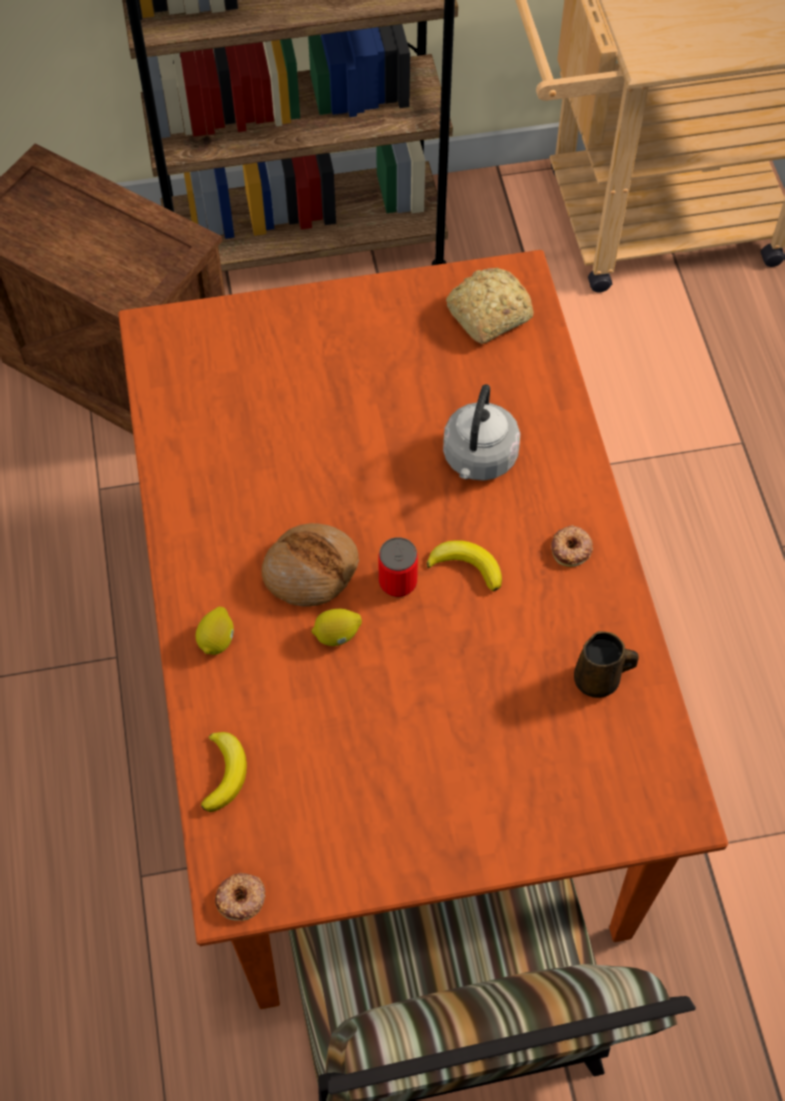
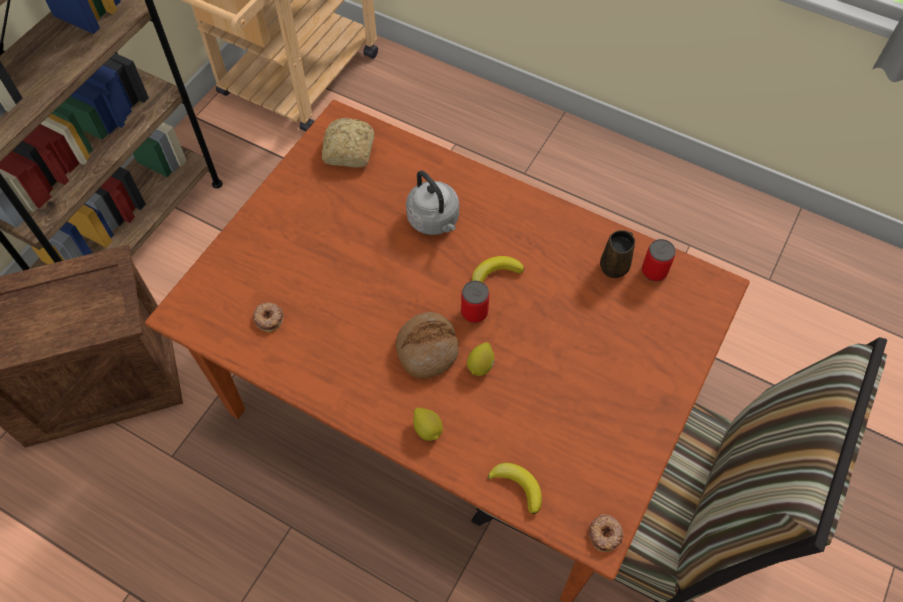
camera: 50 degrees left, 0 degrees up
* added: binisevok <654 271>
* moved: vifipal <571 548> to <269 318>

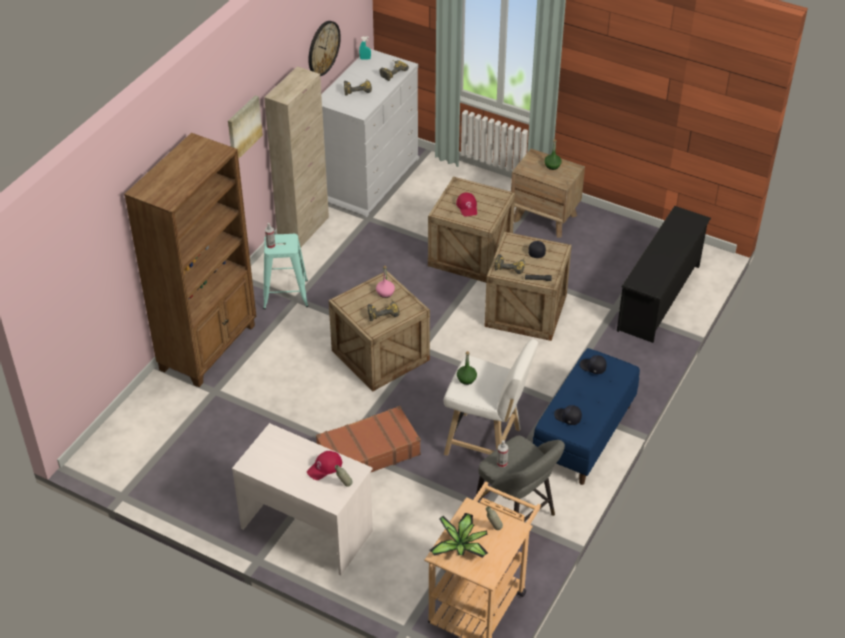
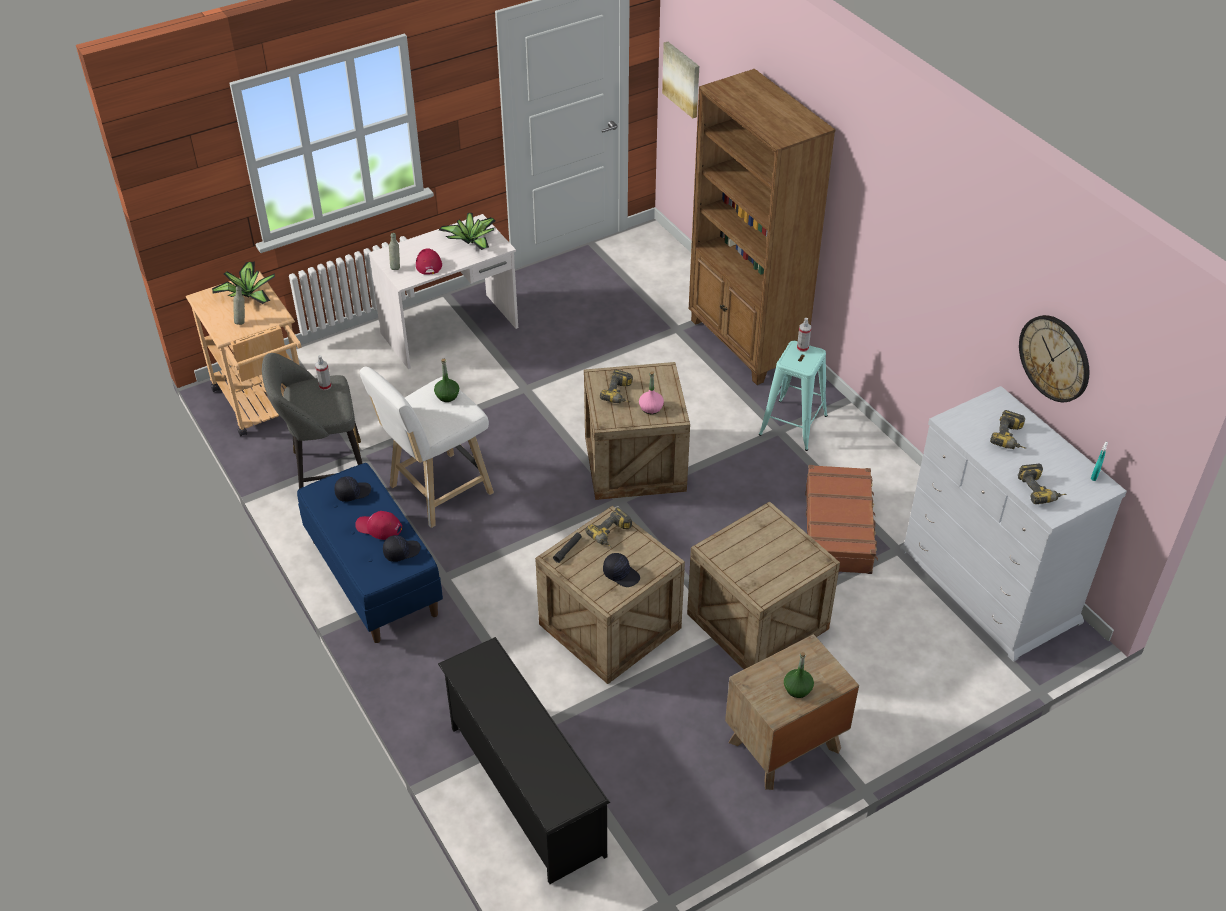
camera: 120 degrees right, 0 degrees up
* removed: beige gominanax <303 229>
* added: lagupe <471 241>
* moved: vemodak <243 127> to <682 79>
* moved: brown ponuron <368 452> to <839 528>
* moved: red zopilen <467 207> to <379 528>

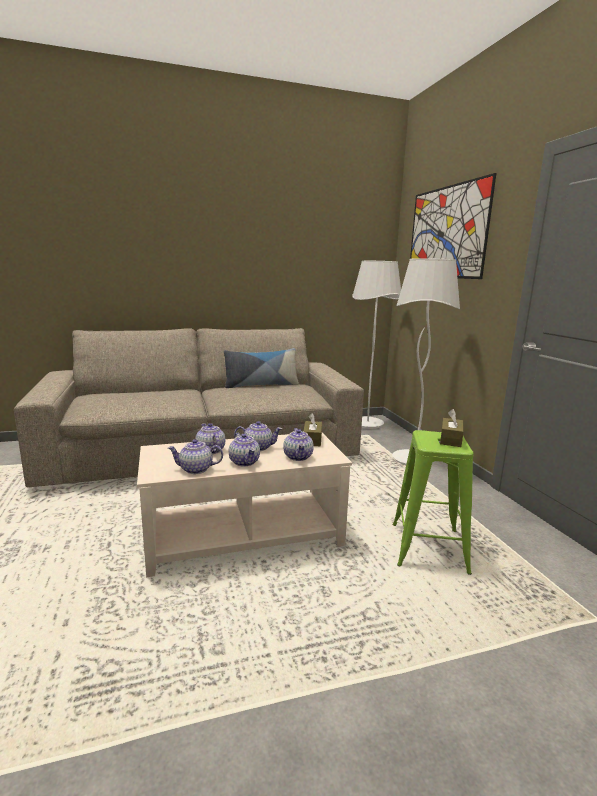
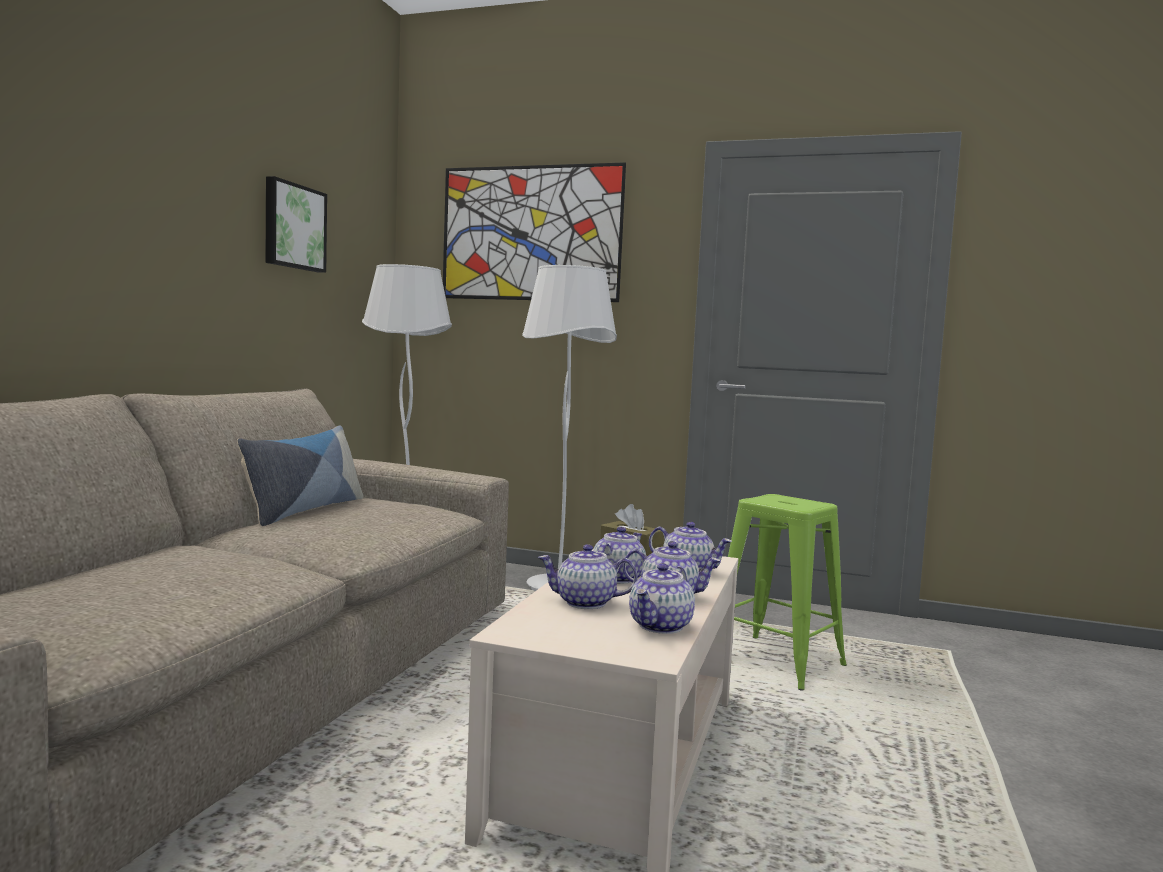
camera: 55 degrees left, 10 degrees down
* removed: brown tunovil <450 439>
* added: vemodak <293 227>

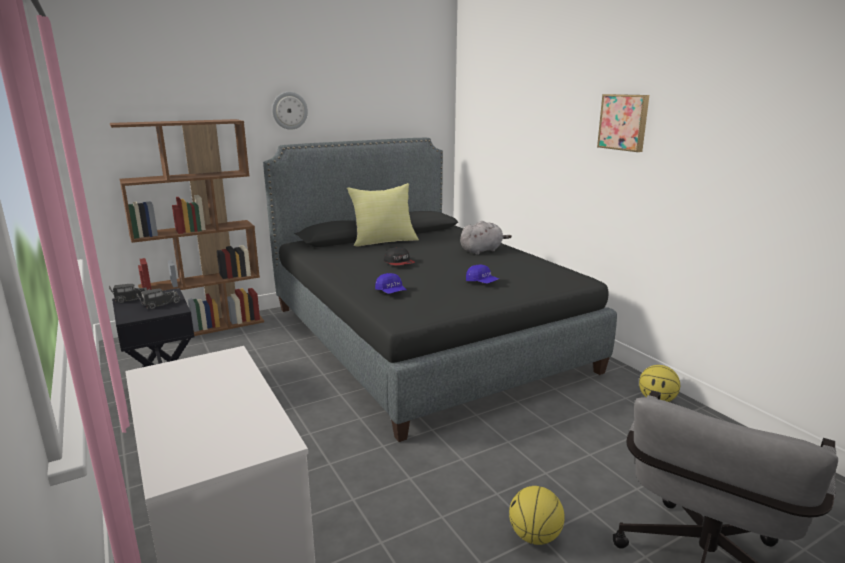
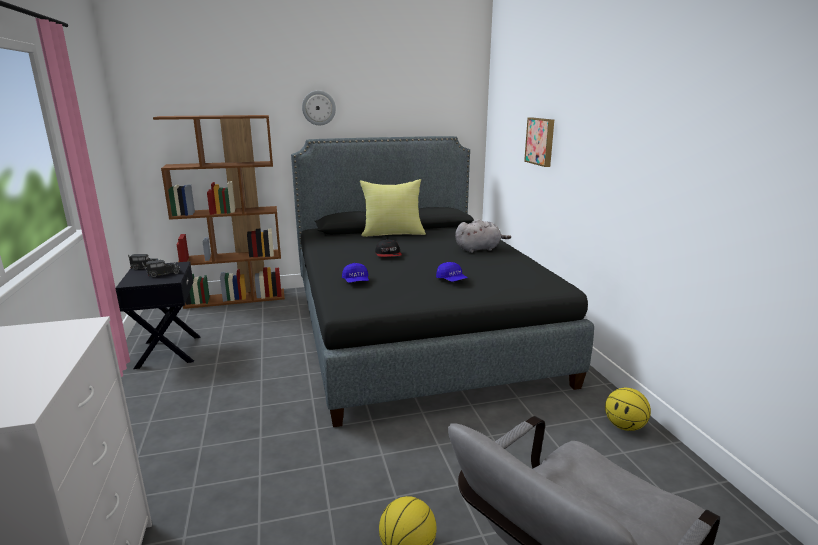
camera: 15 degrees right, 0 degrees up
* moved: vemodak <624 122> to <541 141>

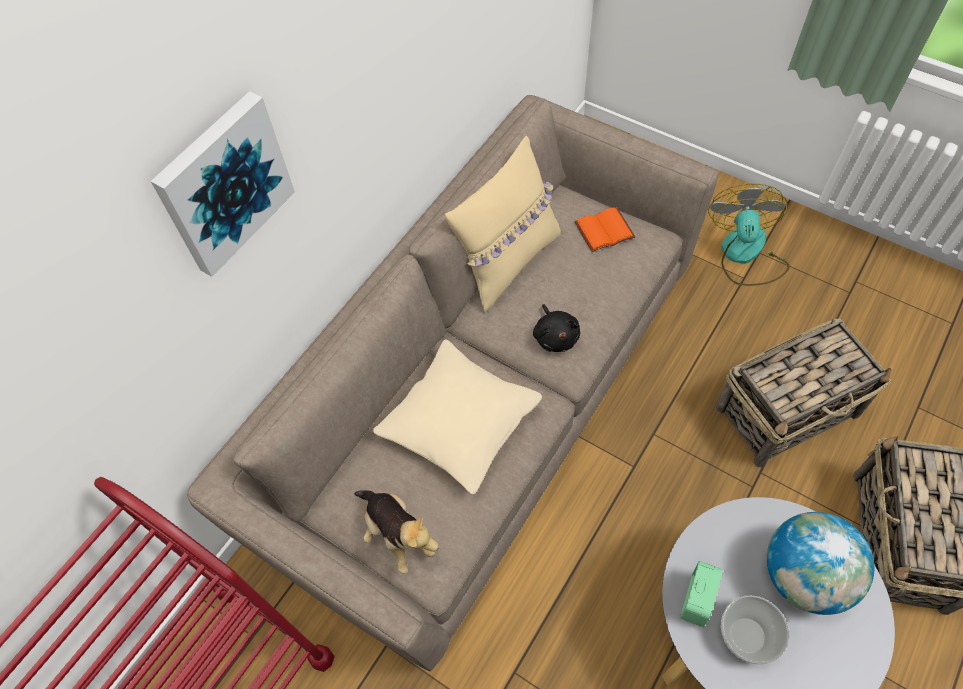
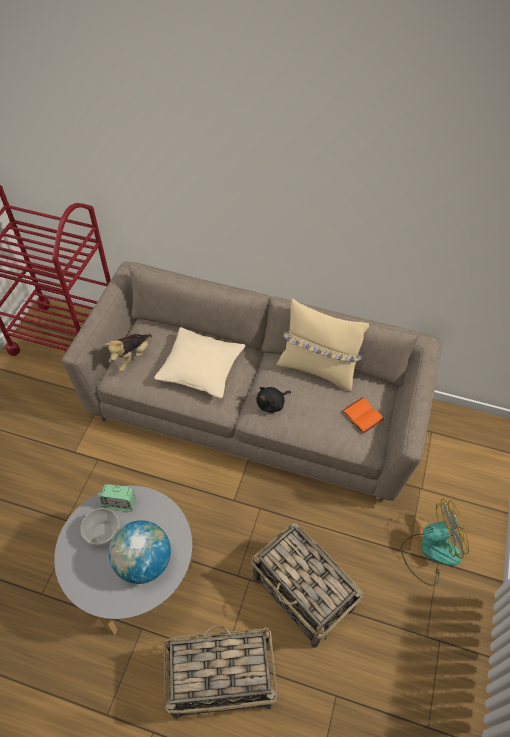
camera: 70 degrees right, 5 degrees down
* removed: vemodak <223 183>

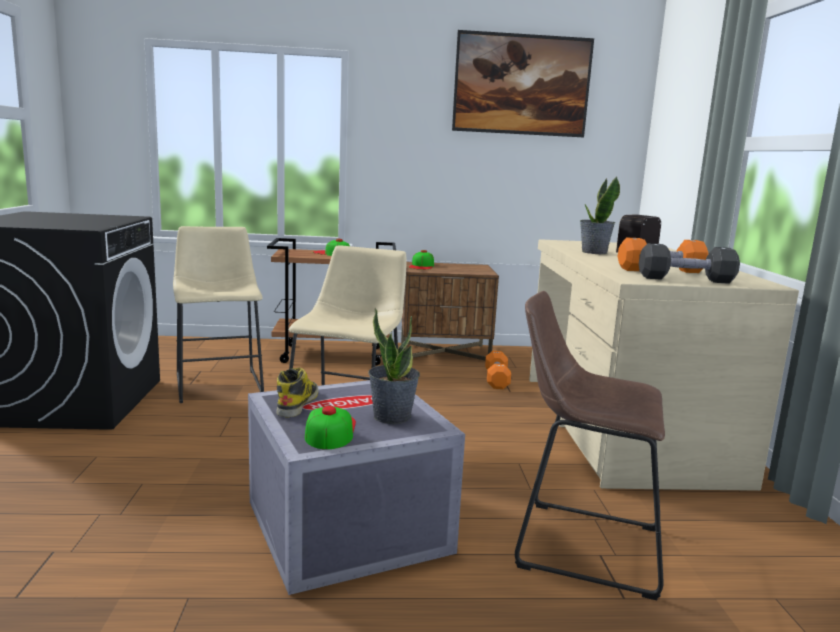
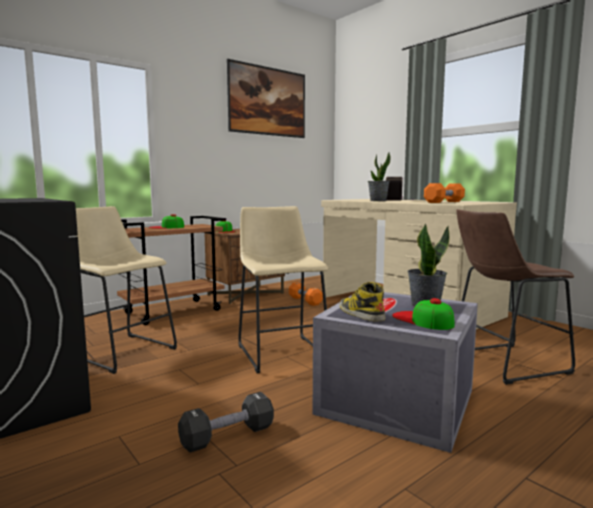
camera: 35 degrees left, 5 degrees down
* moved: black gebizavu <685 279> to <227 436>

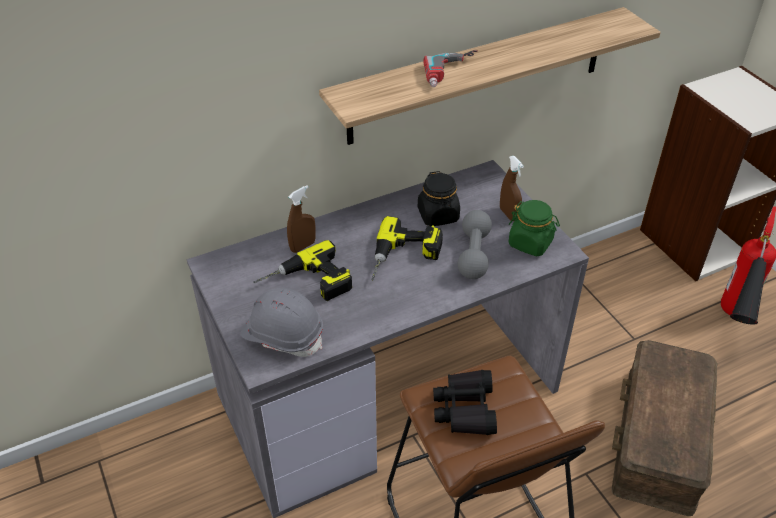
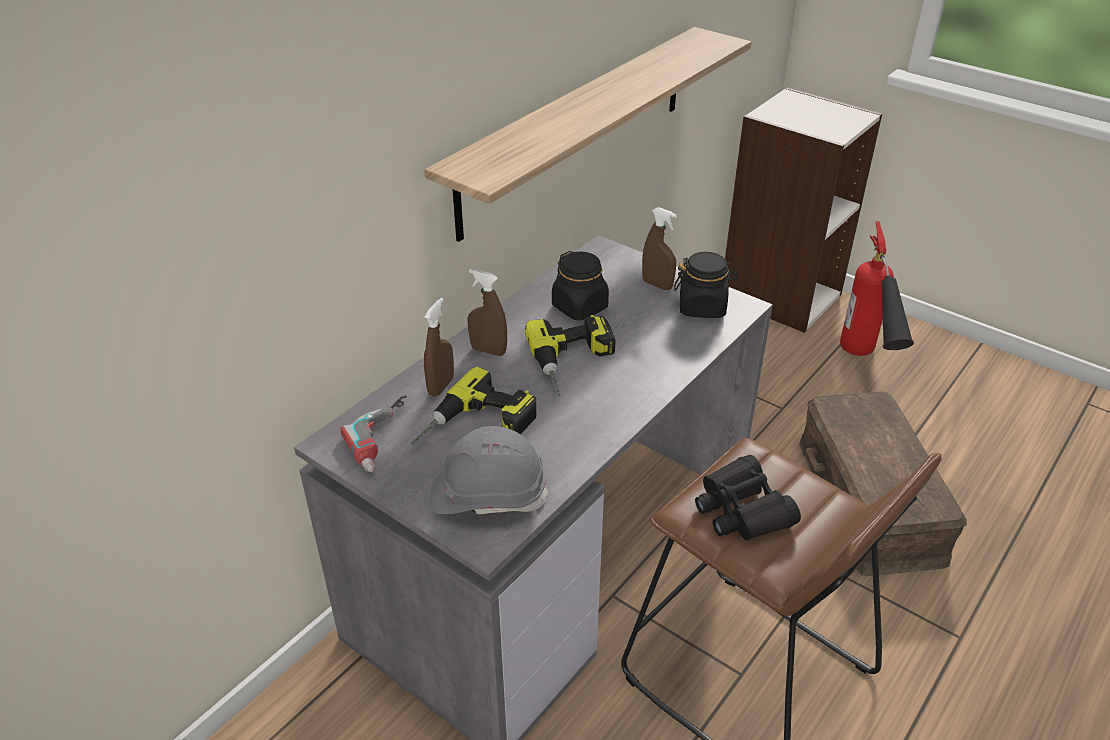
camera: 25 degrees left, 5 degrees down
* removed: grey gebizavu <473 254>
* added: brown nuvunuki <488 350>
* moved: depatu <453 73> to <387 438>
* recoloured: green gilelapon <530 243> to black gilelapon <702 307>

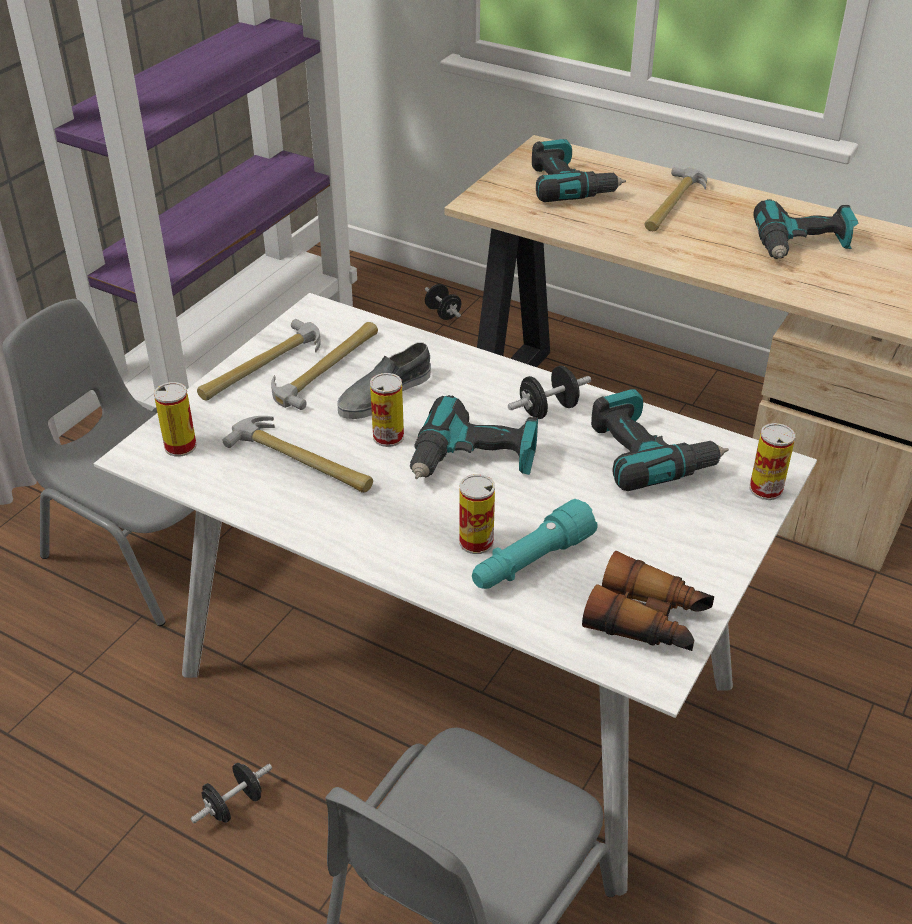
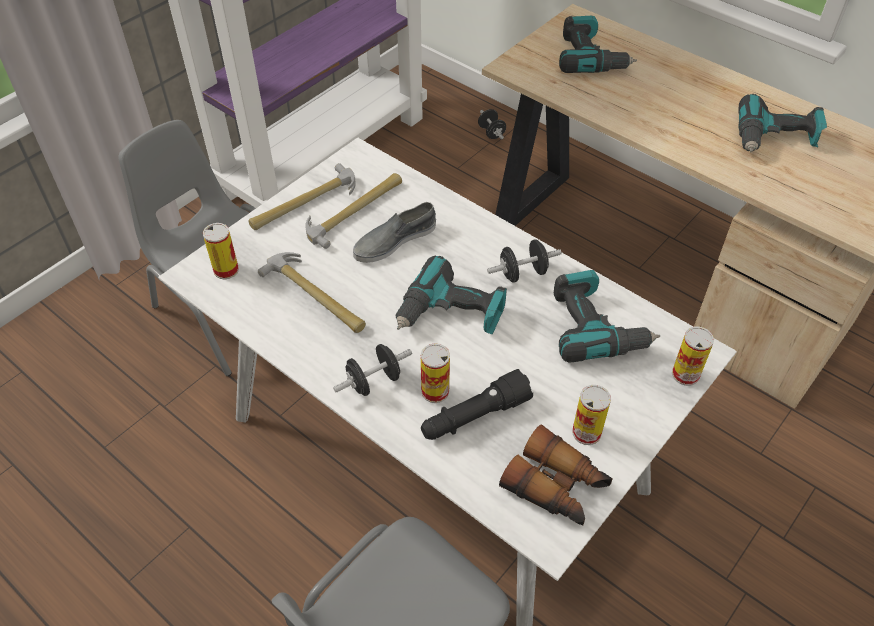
camera: 10 degrees right, 10 degrees up
* removed: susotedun <671 204>
* moved: black gebizavu <234 805> to <374 381>
* moved: binisevok <388 437> to <586 432>
* recoloured: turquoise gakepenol <531 562> to black gakepenol <474 417>

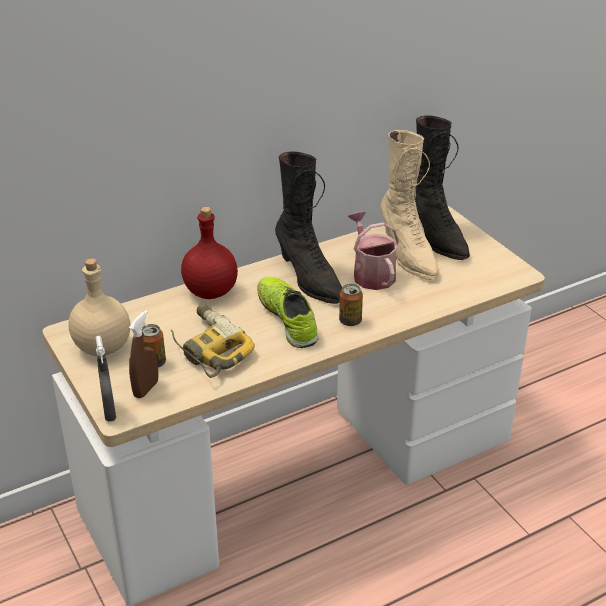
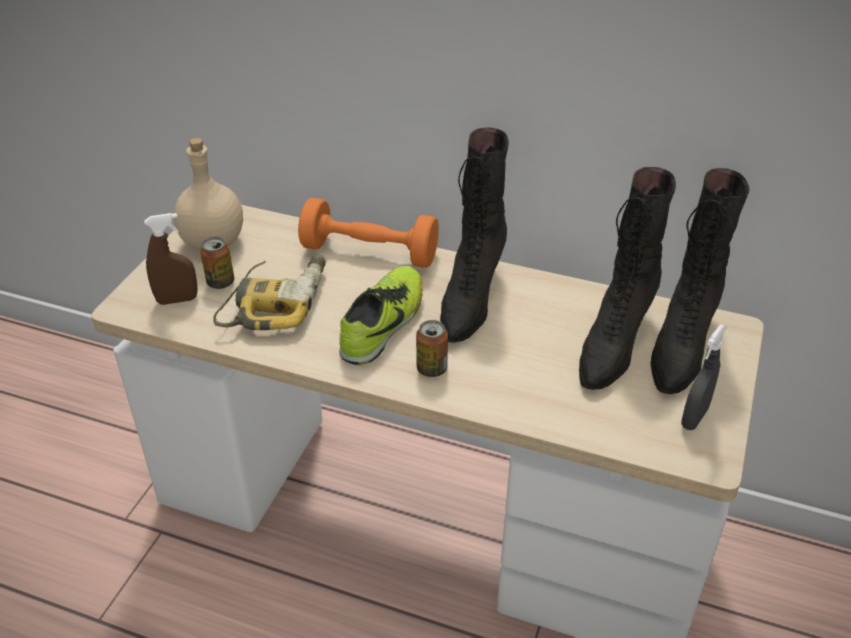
camera: 50 degrees right, 5 degrees up
* removed: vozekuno <371 274>
* moved: grey nuvunuki <109 411> to <694 418>
* replaced: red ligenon <211 291> to orange gebizavu <369 253>
* recoloured: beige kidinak <408 255> to black kidinak <613 345>

